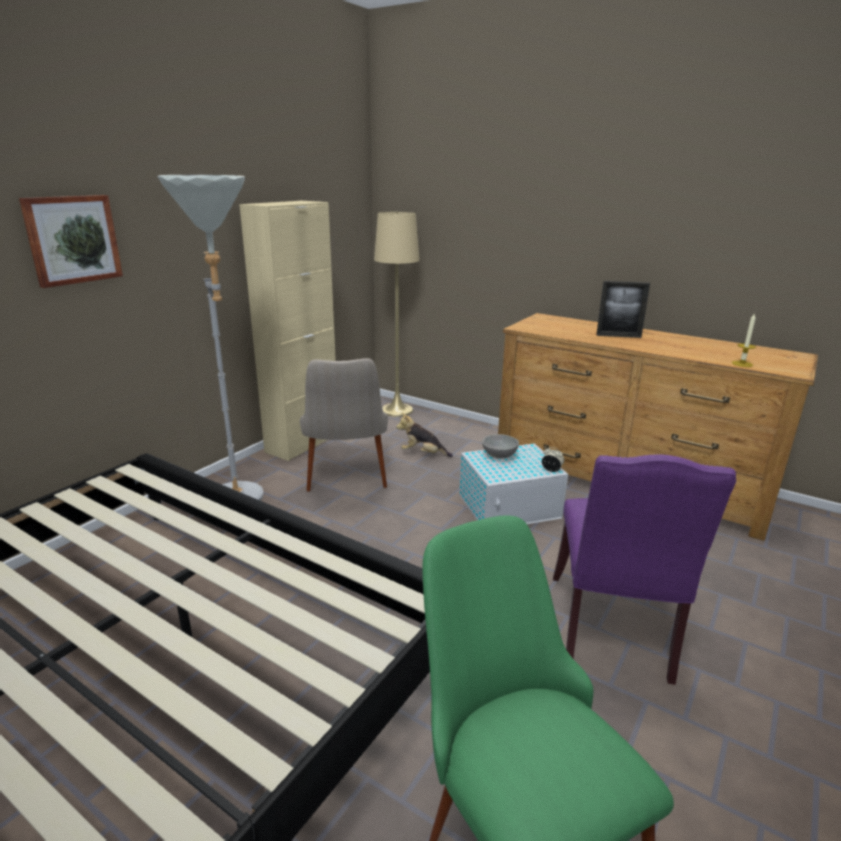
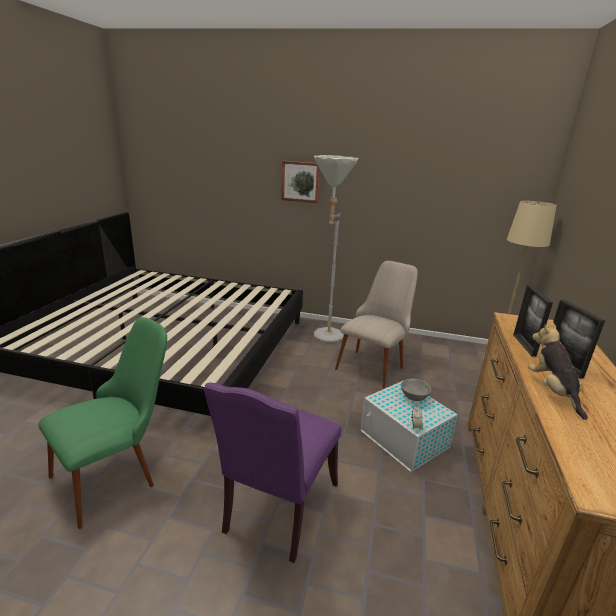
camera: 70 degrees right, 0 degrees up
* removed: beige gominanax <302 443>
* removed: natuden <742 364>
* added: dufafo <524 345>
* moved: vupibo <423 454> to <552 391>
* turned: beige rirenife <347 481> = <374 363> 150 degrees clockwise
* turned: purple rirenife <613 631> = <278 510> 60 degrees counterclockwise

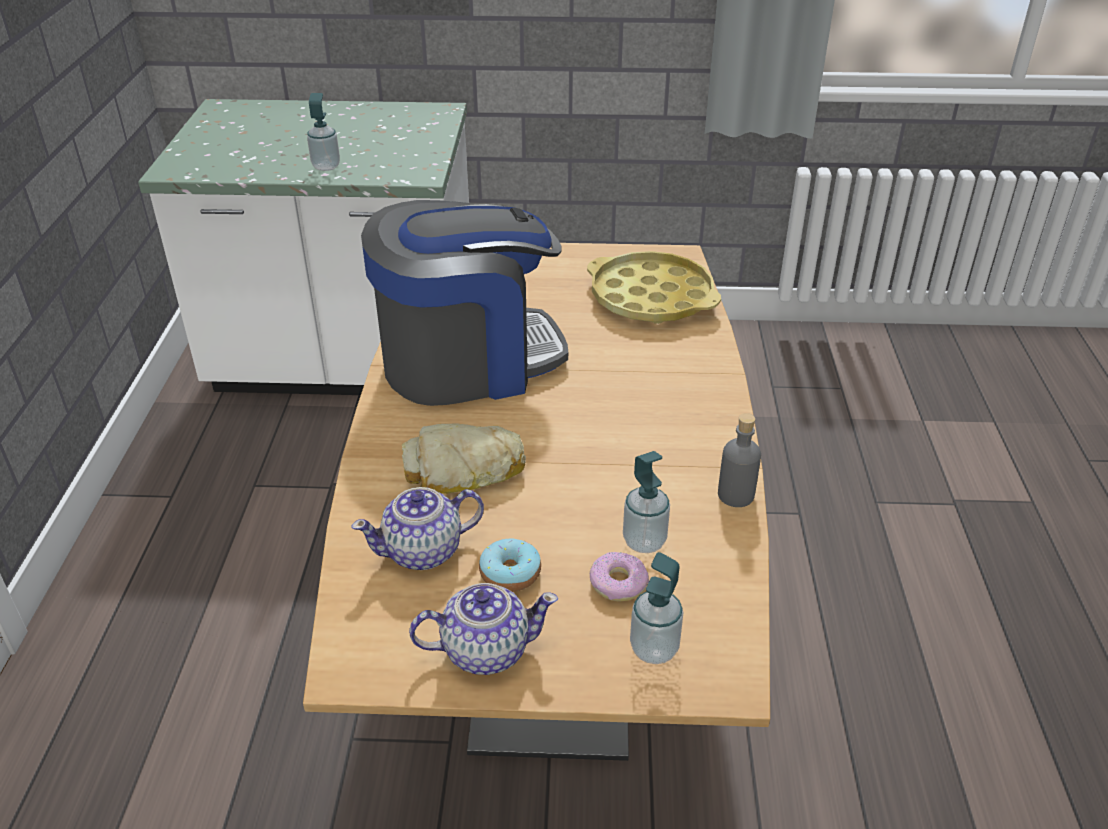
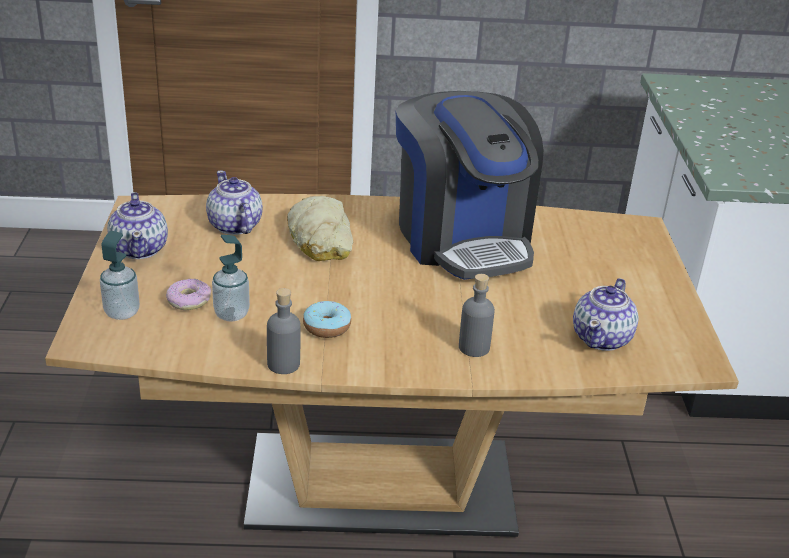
camera: 85 degrees right, 5 degrees down
* removed: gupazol <326 166>
* added: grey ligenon <474 347>
* moved: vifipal <510 573> to <327 327>
* replaced: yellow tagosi <651 297> to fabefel <602 338>

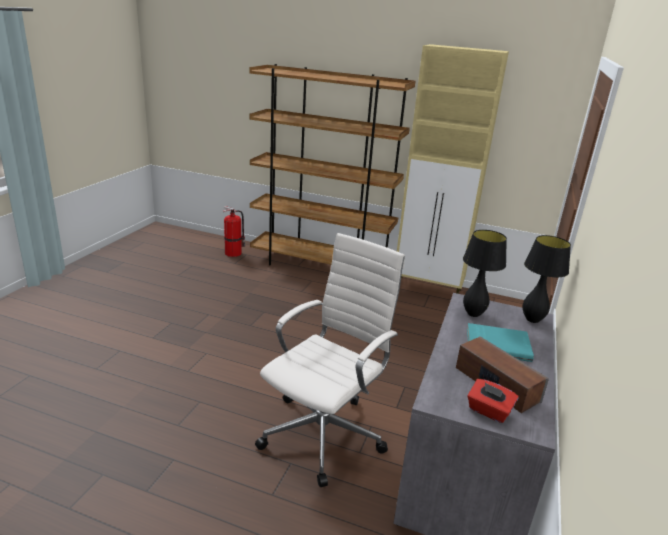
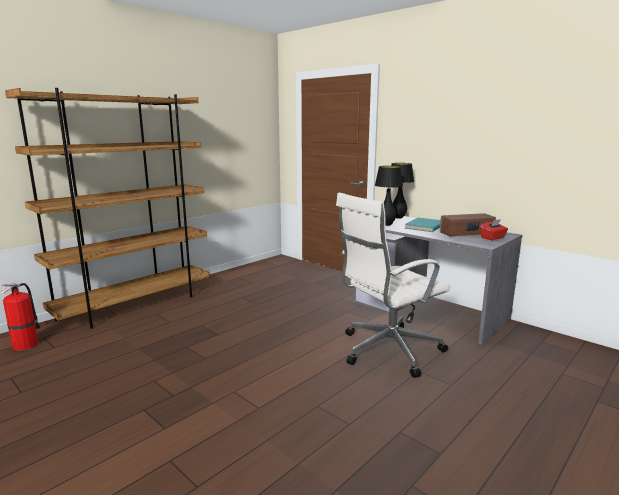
camera: 65 degrees left, 10 degrees down
* removed: beige gominanax <428 289>
* turned: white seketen <325 432> = <387 350> 90 degrees counterclockwise

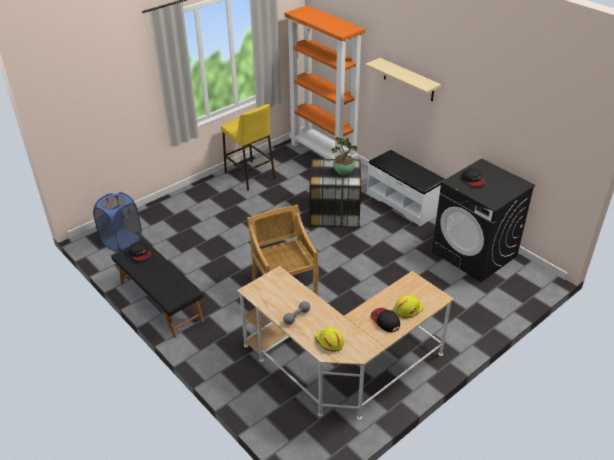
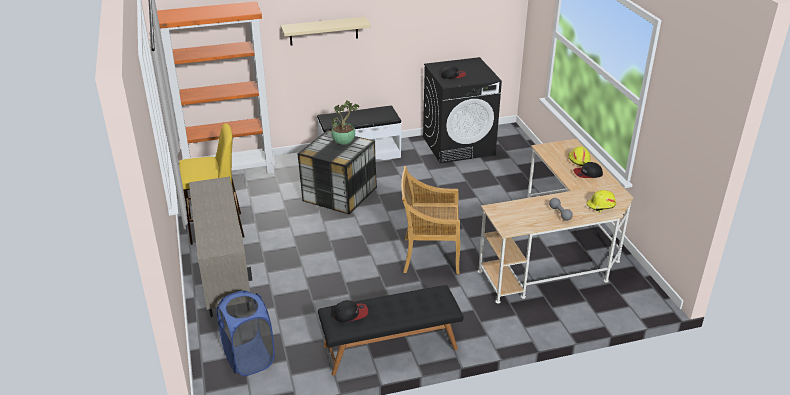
camera: 65 degrees left, 5 degrees down
* added: beige gominanax <225 284>

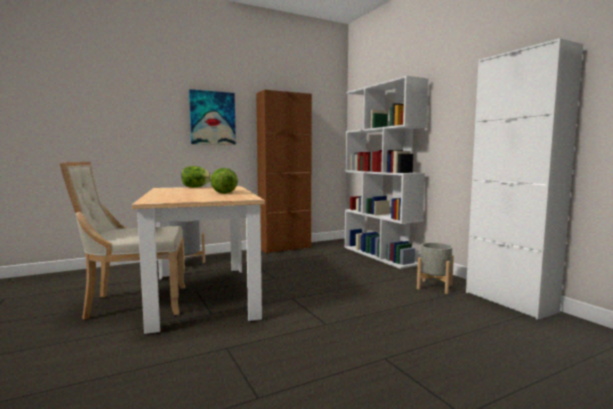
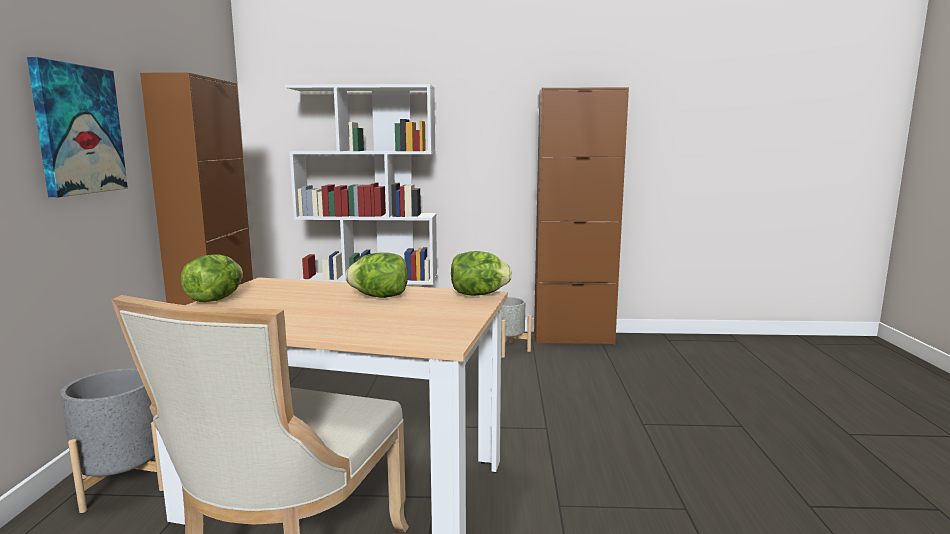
camera: 60 degrees left, 5 degrees up
* added: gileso <478 295>
* recoloured: white gominanax <509 301> to brown gominanax <573 338>

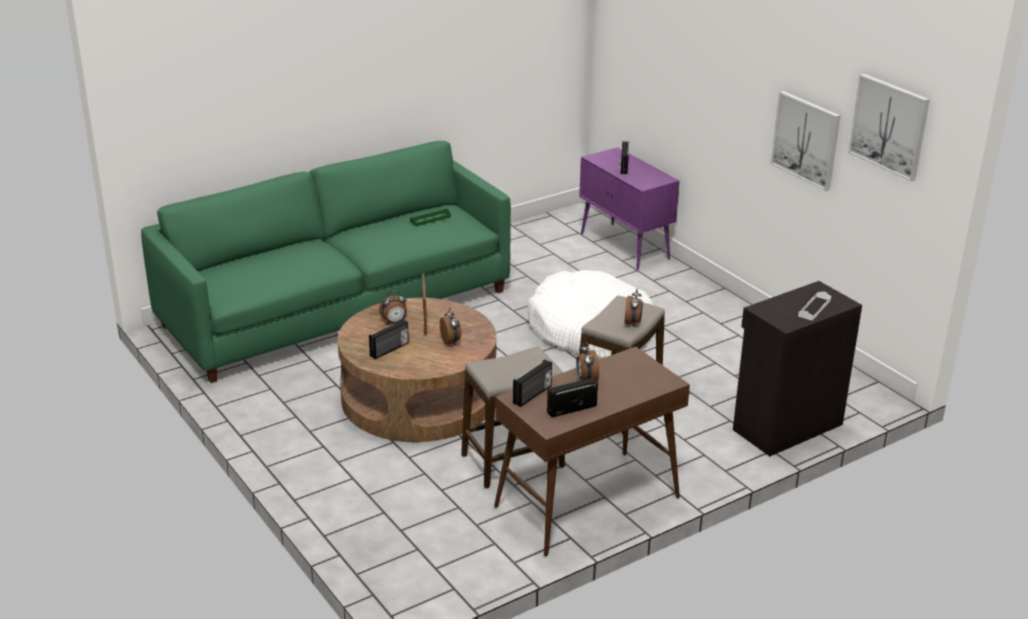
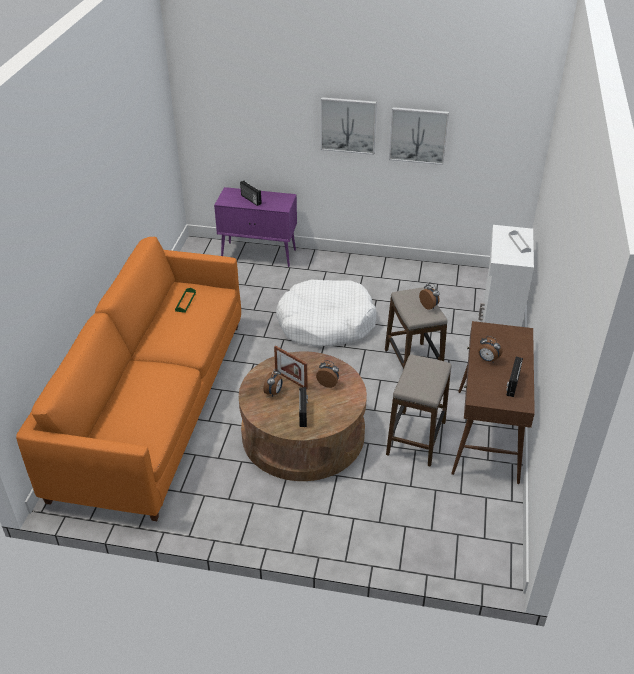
camera: 45 degrees left, 10 degrees up
* removed: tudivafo <533 395>
* moved: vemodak <889 126> to <348 125>
* recoloured: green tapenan <337 308> to orange tapenan <153 405>
* recoloured: black gominanax <785 426> to white gominanax <498 322>

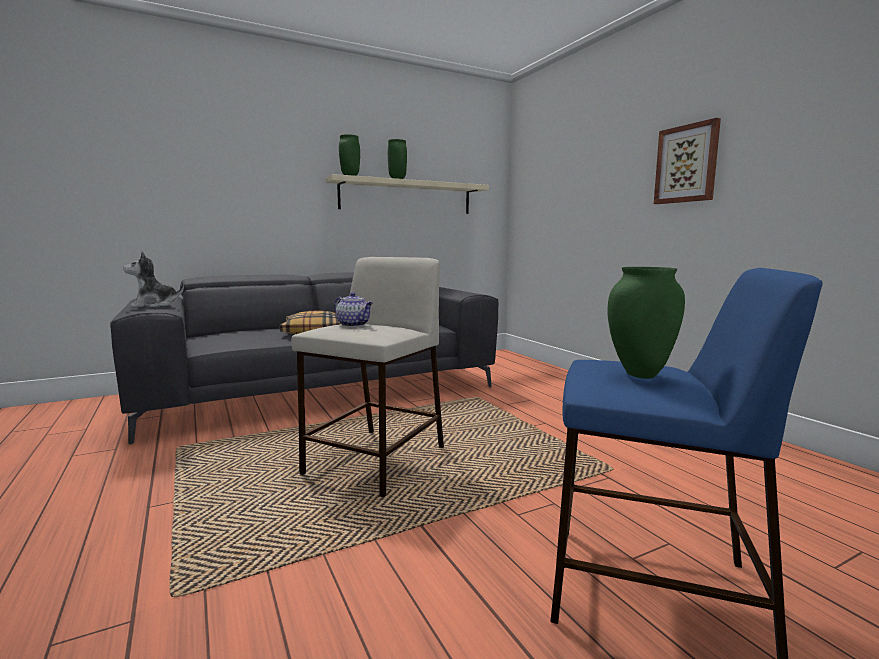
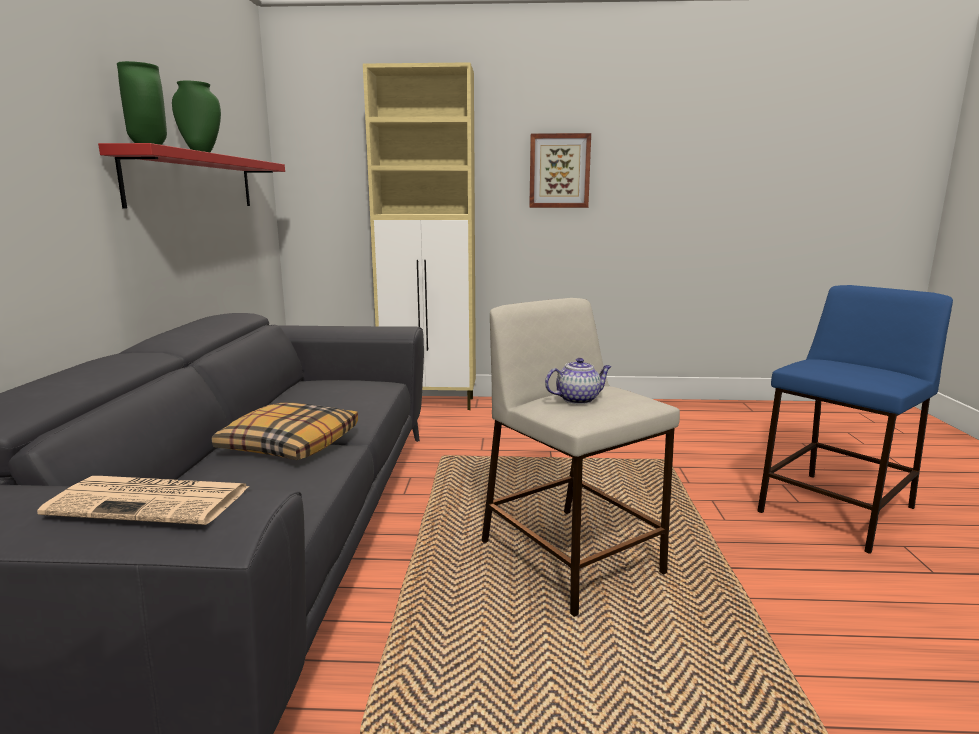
camera: 60 degrees left, 5 degrees up
* removed: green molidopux <639 374>
* added: beige gominanax <430 403>
* replaced: vupibo <154 305> to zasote <153 501>
* recoloured: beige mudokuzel <407 197> to red mudokuzel <194 181>

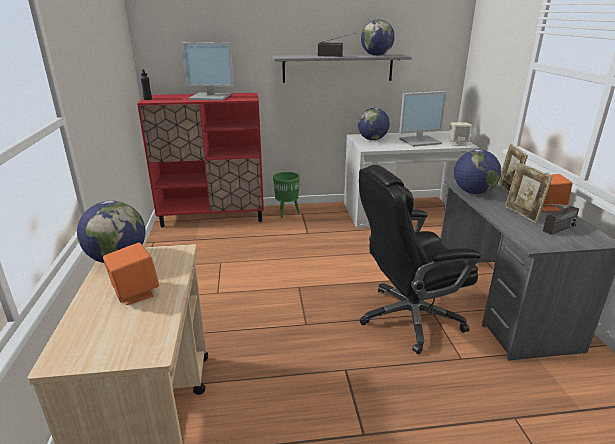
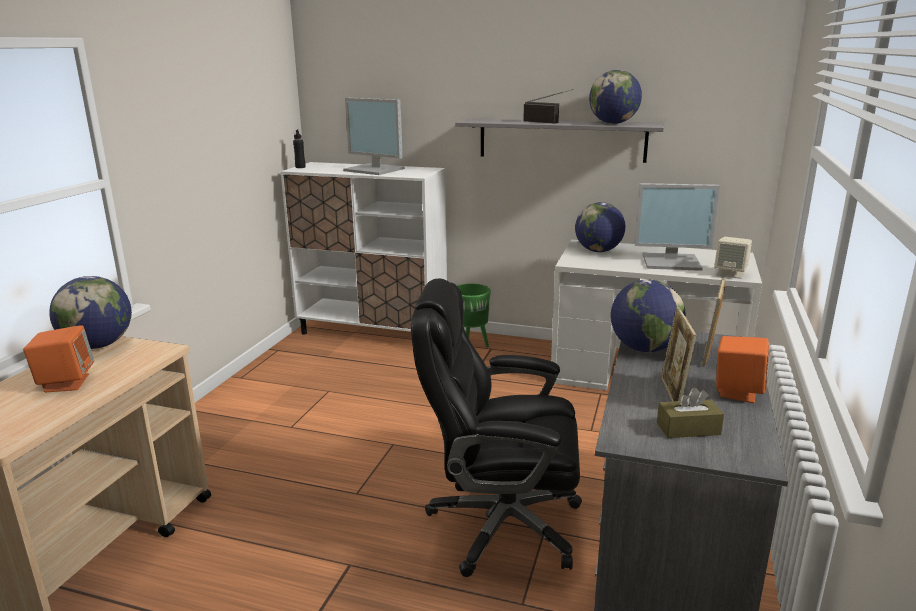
camera: 25 degrees right, 5 degrees down
* replaced: tudivafo <553 231> to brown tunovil <688 429>
* recoloured: red gominanax <213 217> to white gominanax <373 332>

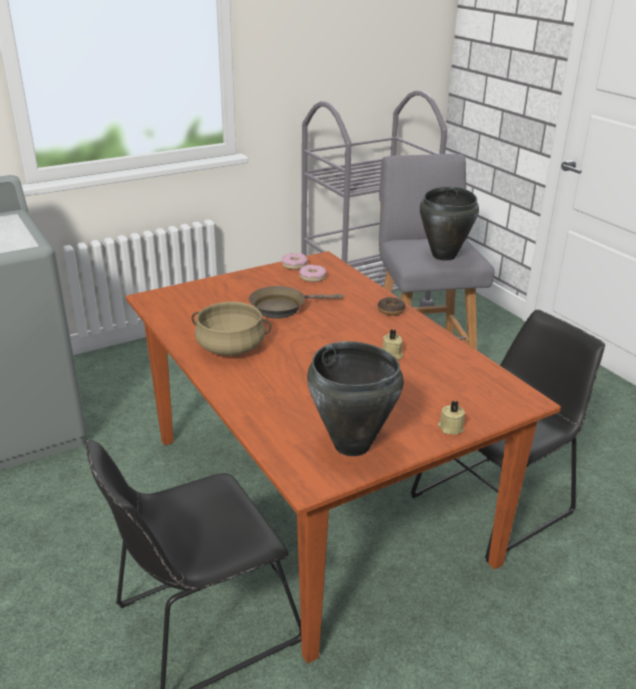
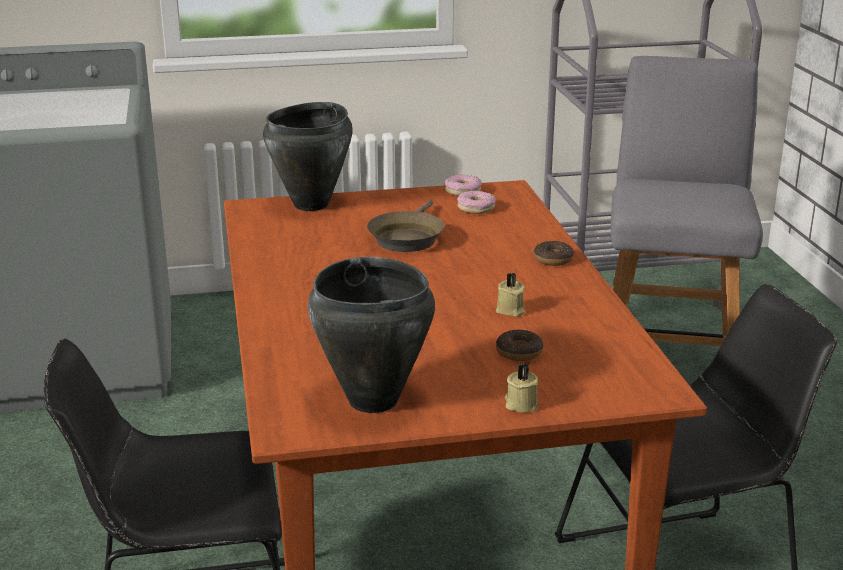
camera: 20 degrees right, 5 degrees down
* removed: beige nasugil <231 347>
* added: vifipal <519 352>
* moved: black nasugil <444 255> to <312 204>
* turned: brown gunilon <282 308> = <407 237> 75 degrees counterclockwise

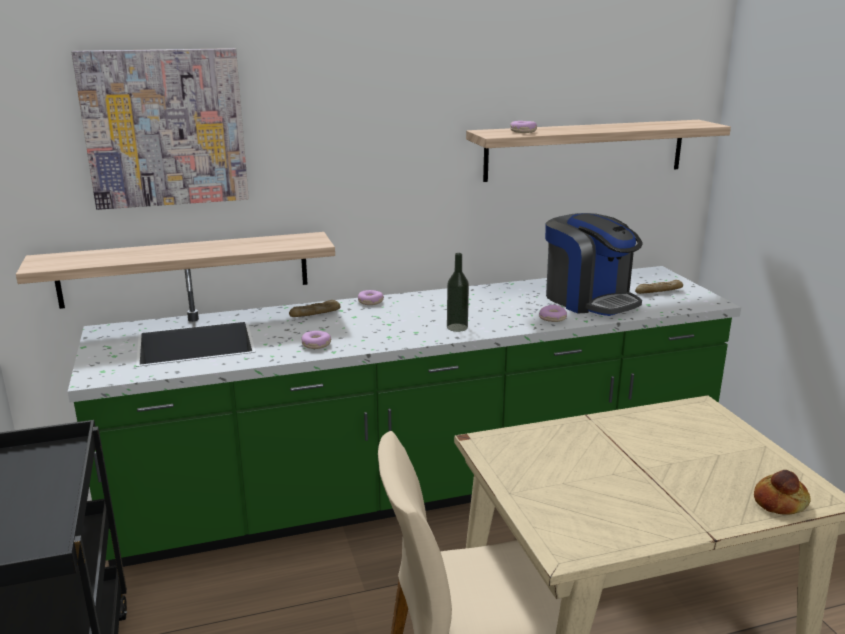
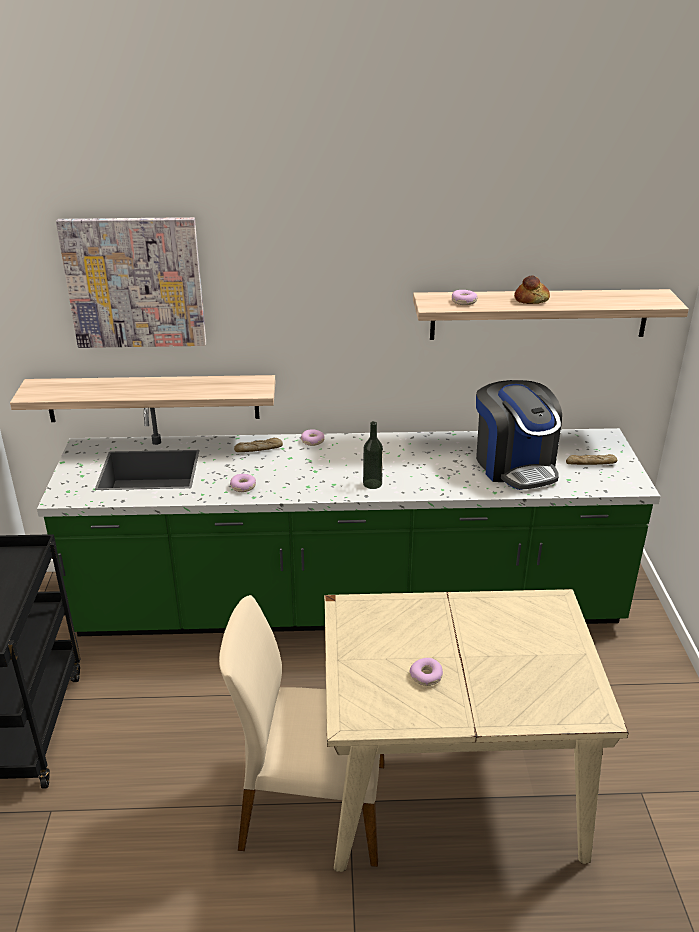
camera: 15 degrees right, 10 degrees up
* moved: vifipal <553 318> to <426 676>
* moved: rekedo <780 503> to <531 300>

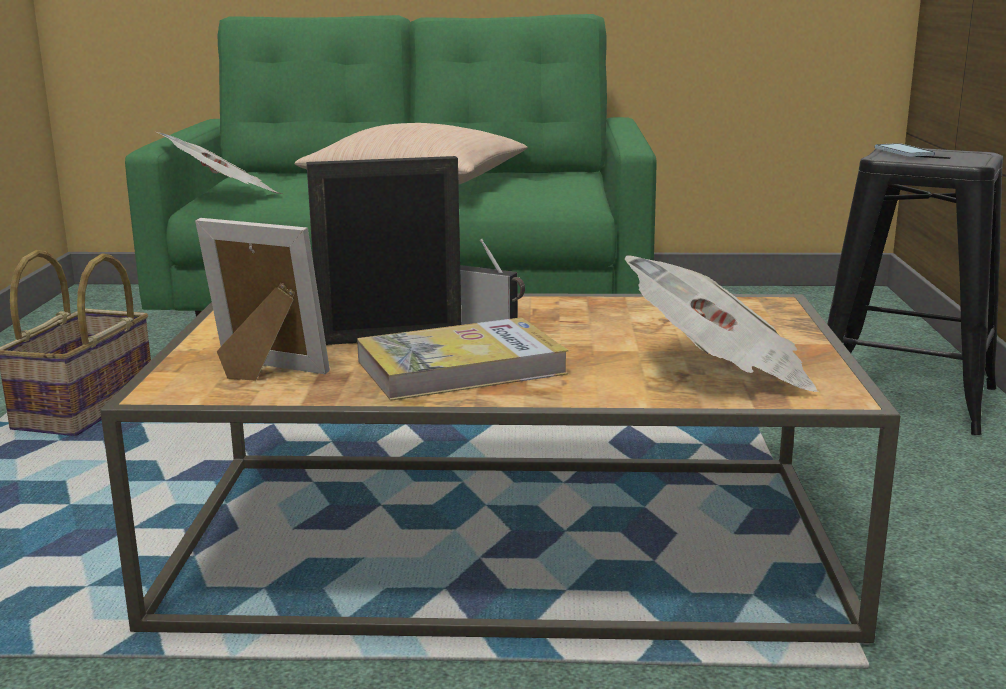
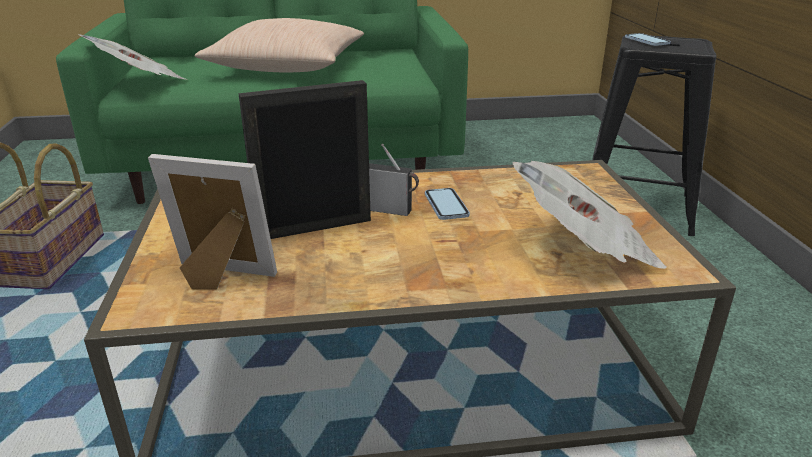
camera: 10 degrees left, 10 degrees up
* removed: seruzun <461 367>
* added: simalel <446 205>

